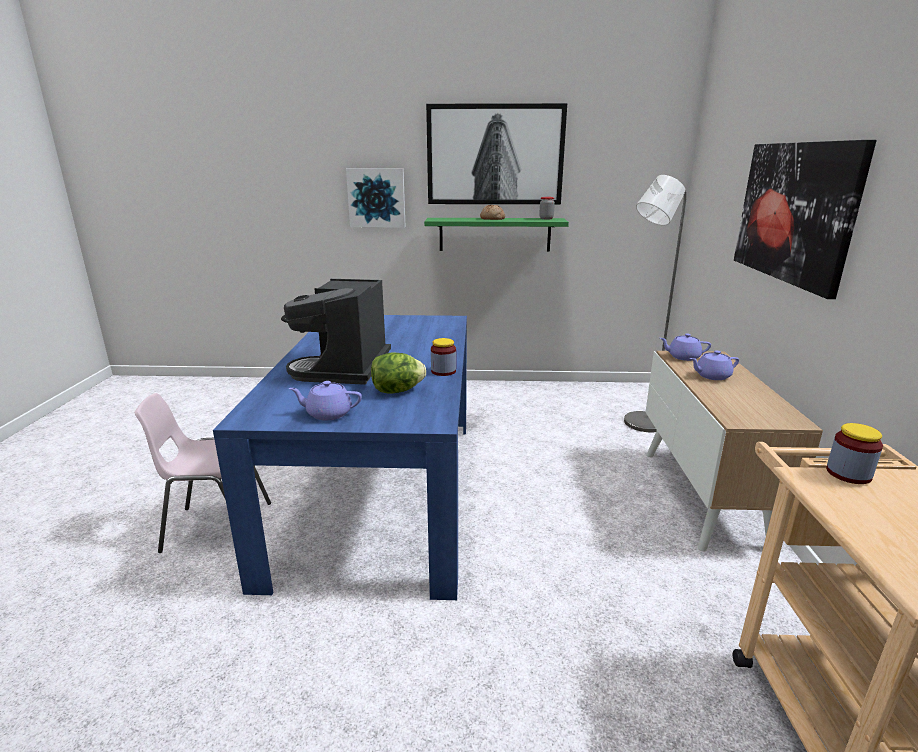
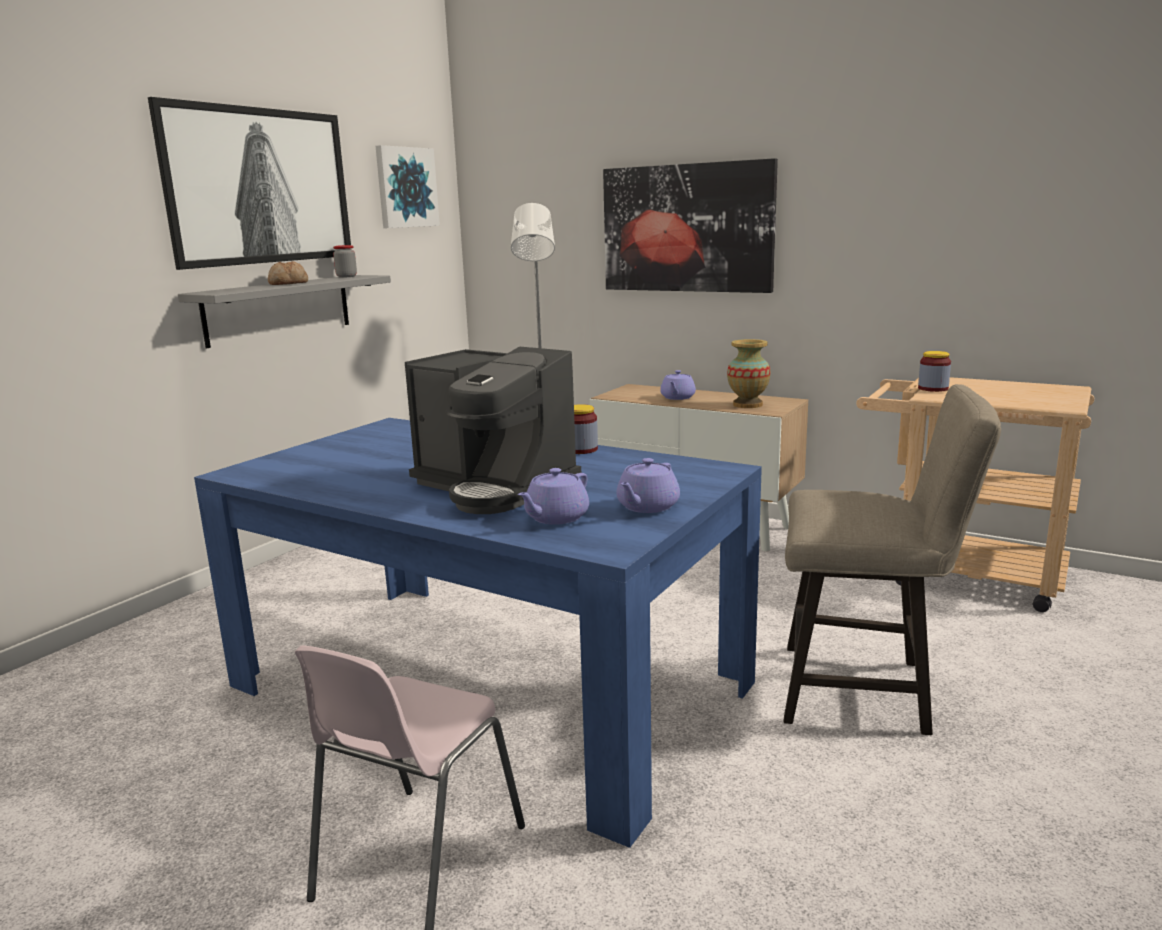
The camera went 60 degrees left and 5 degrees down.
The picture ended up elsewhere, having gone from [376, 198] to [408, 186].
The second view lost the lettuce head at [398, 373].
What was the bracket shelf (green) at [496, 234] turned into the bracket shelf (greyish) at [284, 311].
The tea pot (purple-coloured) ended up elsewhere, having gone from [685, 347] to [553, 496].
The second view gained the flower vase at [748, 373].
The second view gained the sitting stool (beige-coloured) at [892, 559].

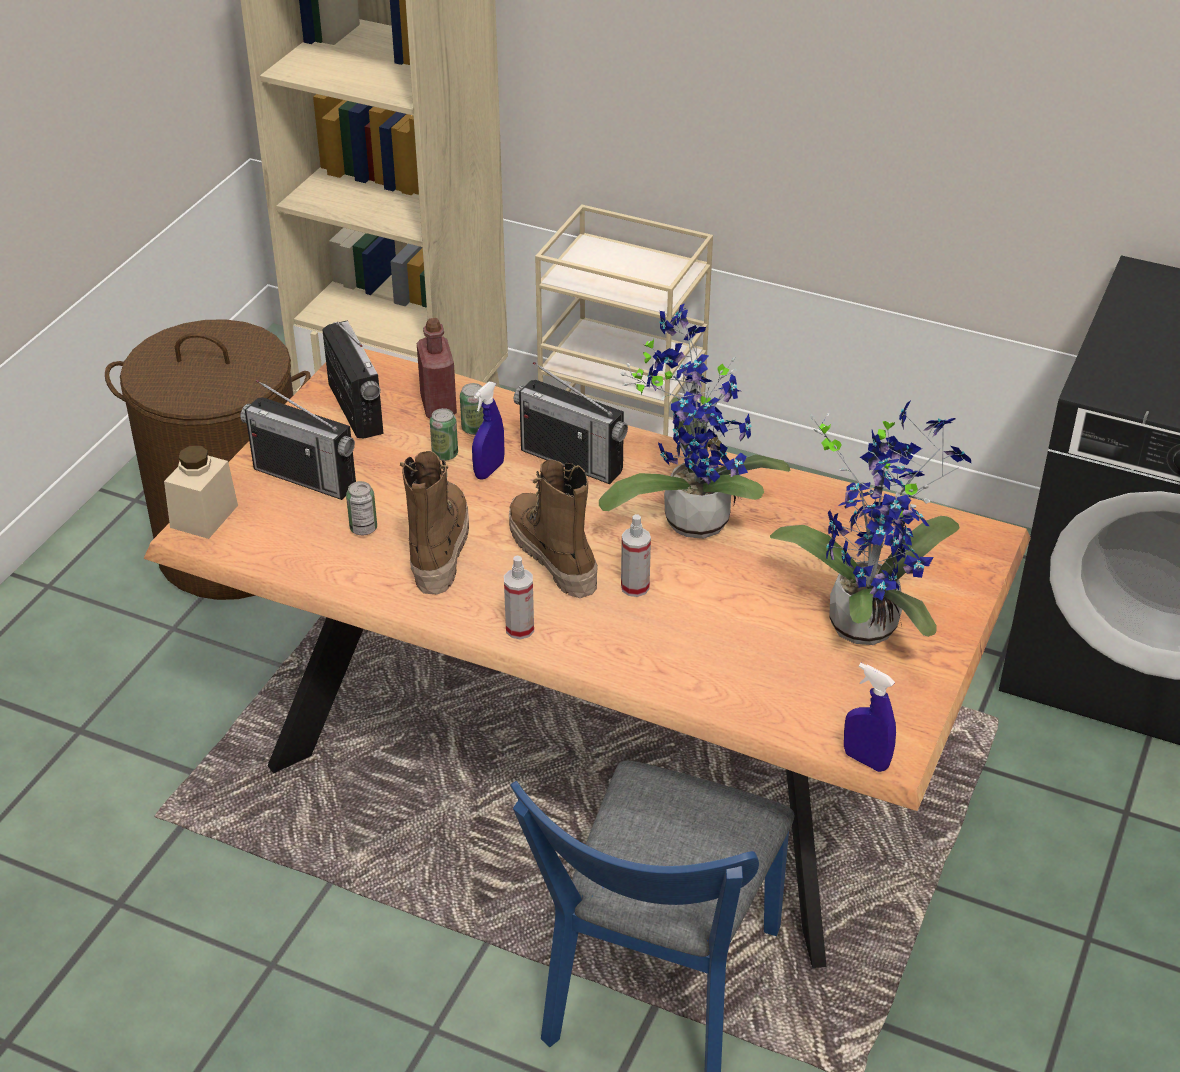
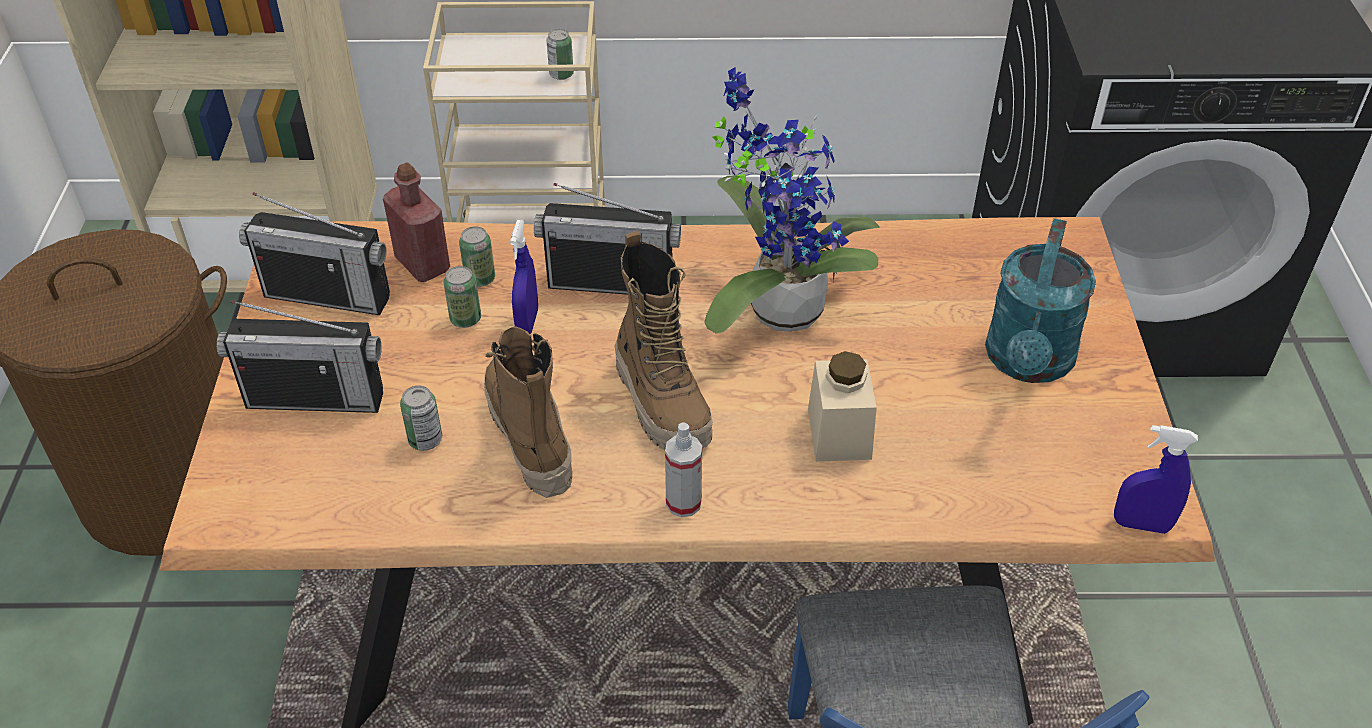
The camera went 25 degrees left and 5 degrees up.
The preserve jar (beige-coloured) ended up elsewhere, having gone from [201, 492] to [842, 406].
The radio receiver at [353, 379] ended up facing another way, 150 degrees clockwise from before.
The boot at [553, 528] ended up facing another way, 150 degrees counterclockwise from before.
The second view lost the spray bottle at [636, 555].
Where the potted plant stood at [870, 523], the watering pot (turquoise-coloured) came to stand at [1040, 300].
The second view gained the metal can at [560, 54].

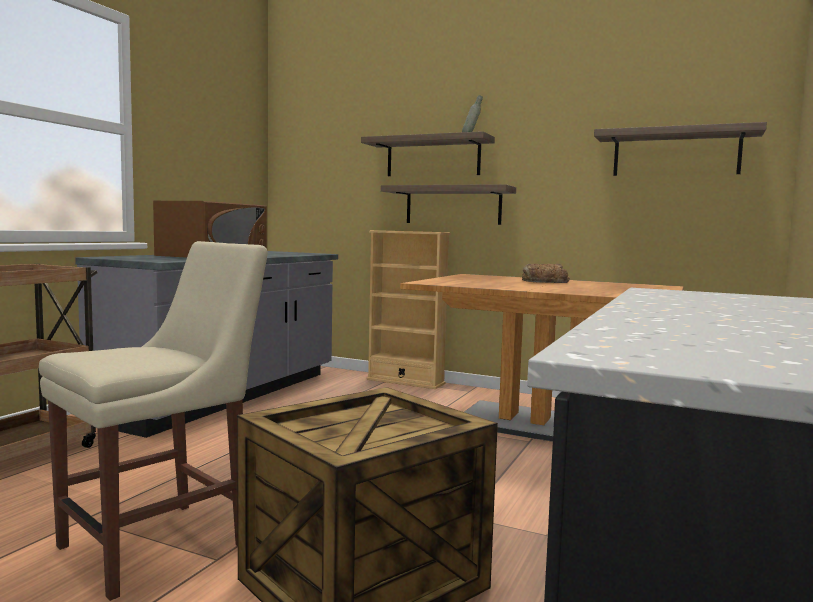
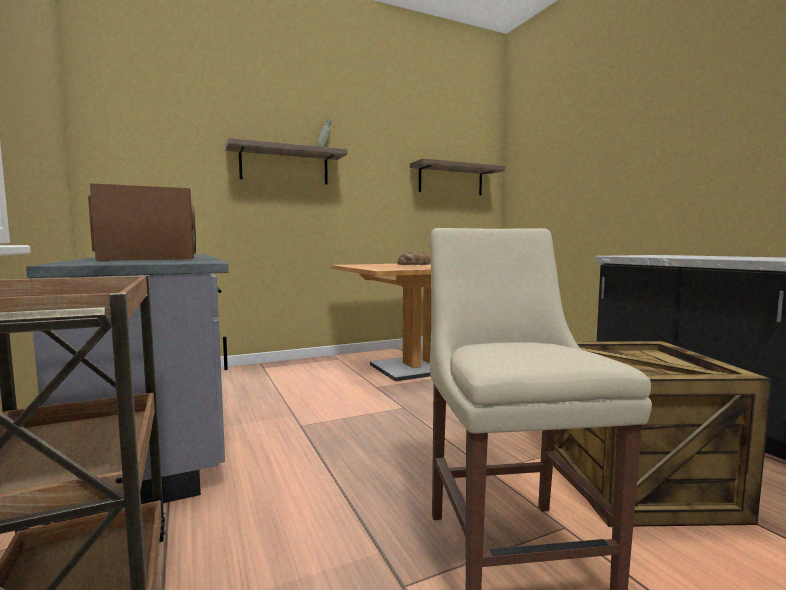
The camera went 50 degrees left and 0 degrees up.
The second view lost the bookcase (beige-coloured) at [408, 309].
The second view lost the bracket shelf at [448, 204].

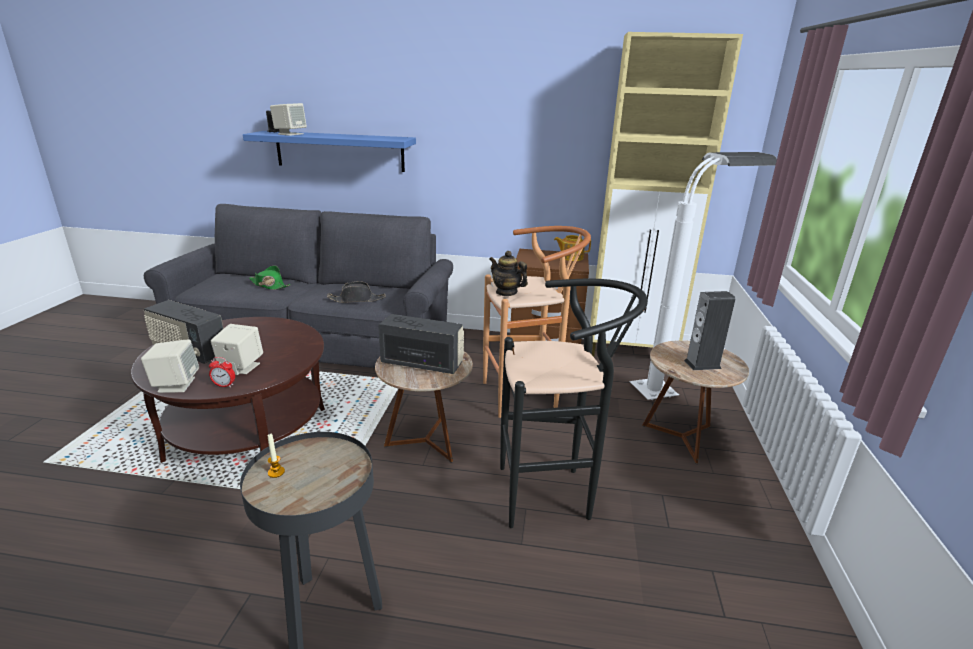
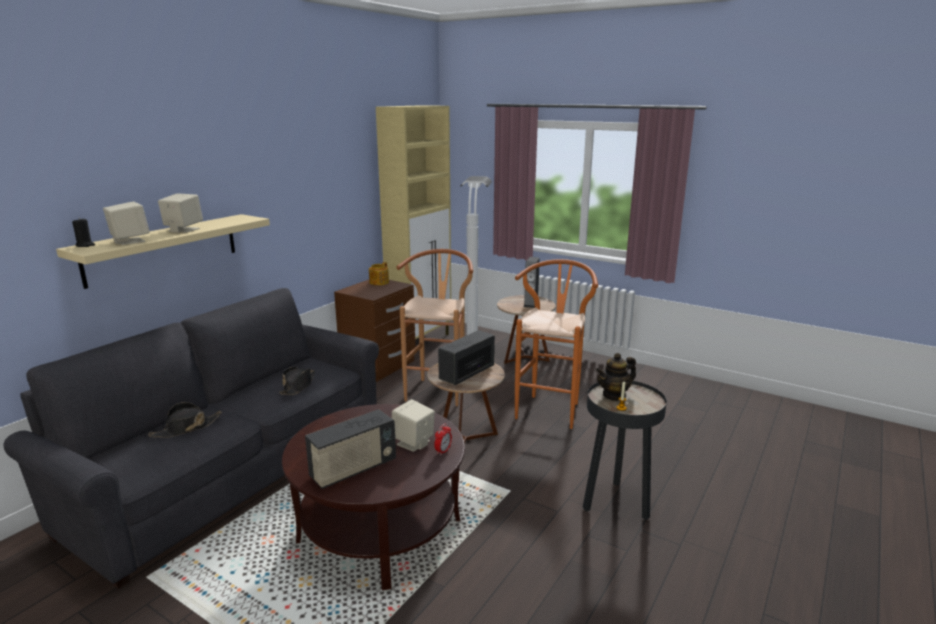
The camera went 65 degrees left and 5 degrees down.
The speaker (beige-coloured) ended up elsewhere, having gone from [170, 366] to [180, 213].
What was the bracket shelf (bluish) at [329, 151] turned into the bracket shelf (beige-coloured) at [163, 251].
What was the wearable hat (green) at [270, 277] turned into the wearable hat (blackish) at [185, 420].
The tea pot ended up elsewhere, having gone from [508, 273] to [616, 377].
What was the sitting stool (blackish) at [574, 403] turned into the sitting stool (orange-coloured) at [556, 344].

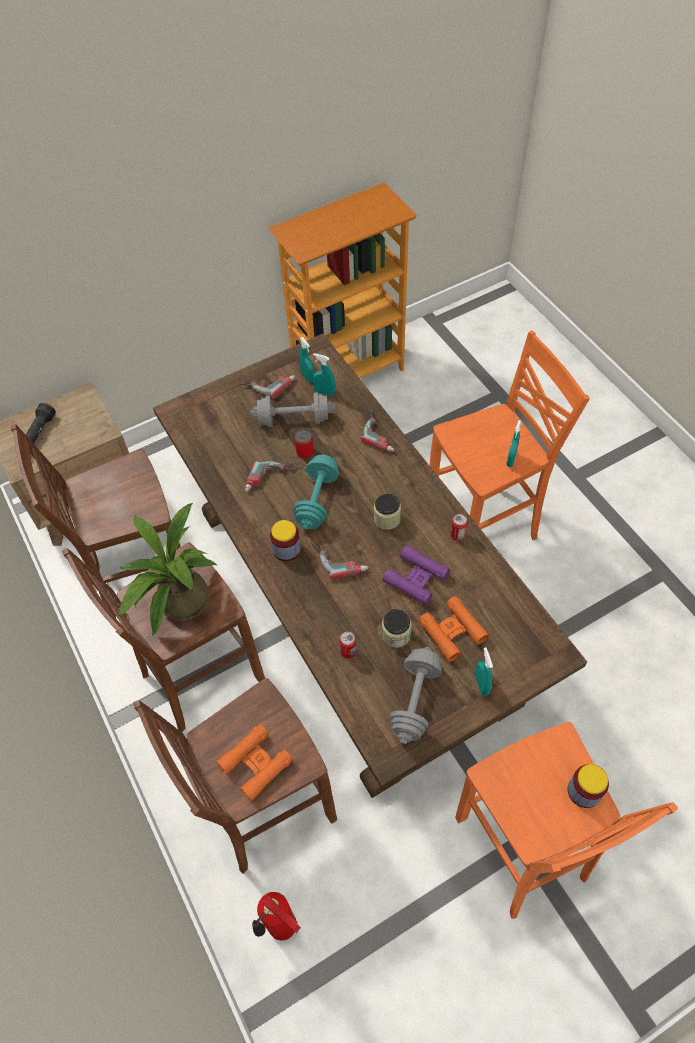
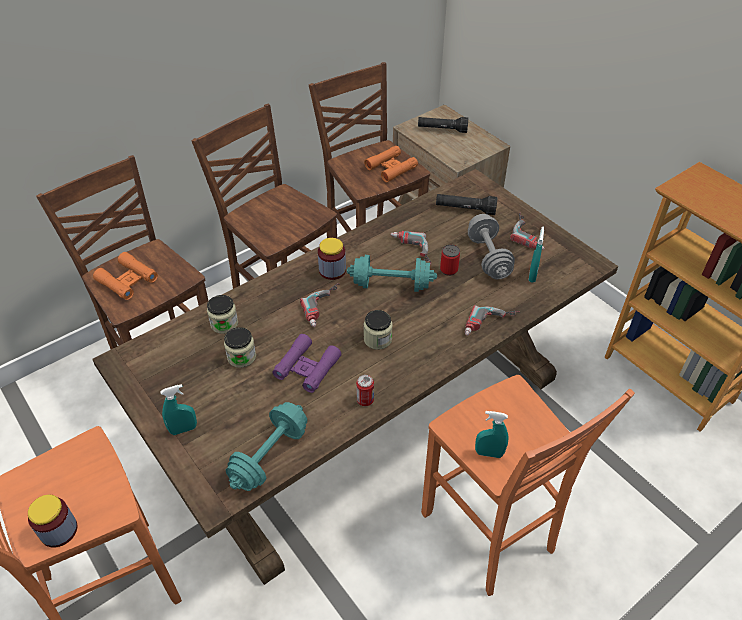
The camera went 80 degrees right and 10 degrees down.
The second view lost the potted plant at [166, 569].
The second view lost the fire extinguisher at [276, 916].
The second view lost the spray bottle (turquoise-coloured) at [307, 360].
Where the metal can stood at [348, 645], the preserve jar came to stand at [222, 314].
The second view lost the hand weight (greyish) at [415, 695].
The field glasses (orange-coloured) ended up elsewhere, having gone from [454, 629] to [391, 164].
The second view gained the hand weight (turquoise-coloured) at [266, 446].
The second view gained the flashlight (blackish) at [467, 204].

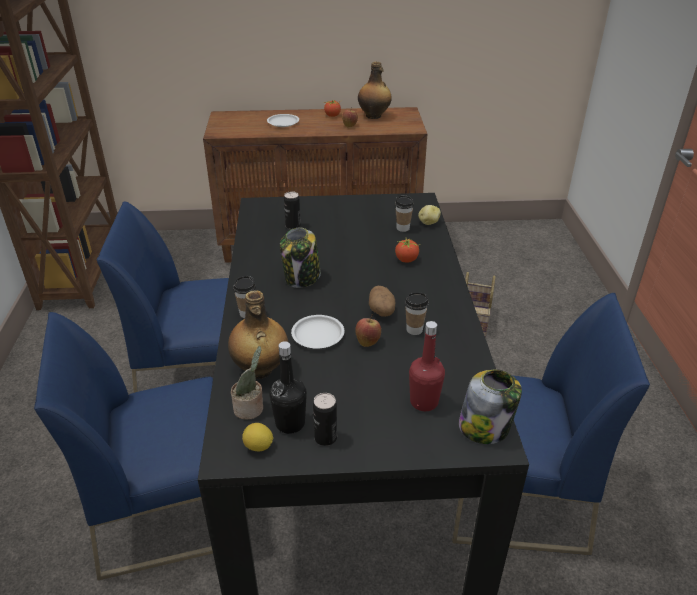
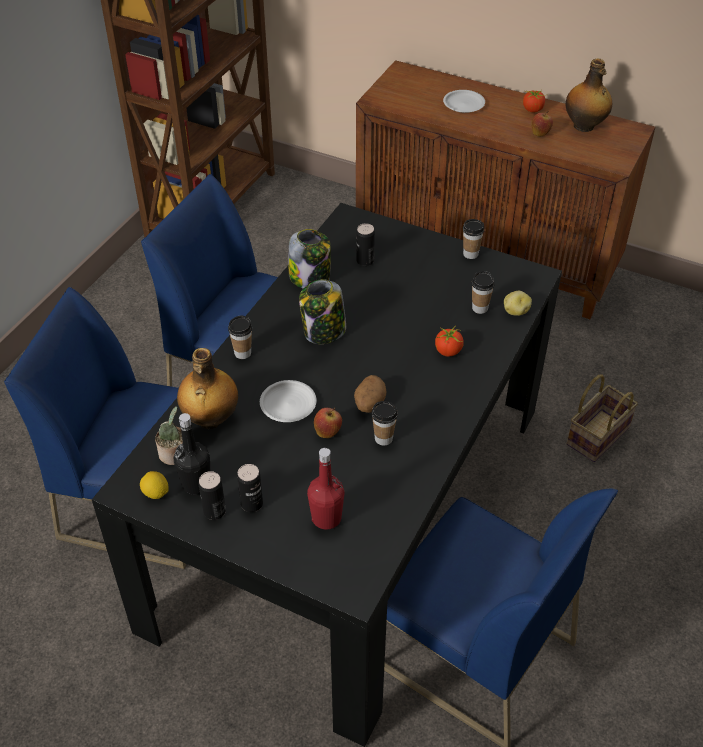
The camera went 30 degrees right and 10 degrees up.
The preserve jar ended up elsewhere, having gone from [490, 406] to [310, 259].
The second view gained the metal can at [250, 488].
The second view gained the cup at [474, 239].

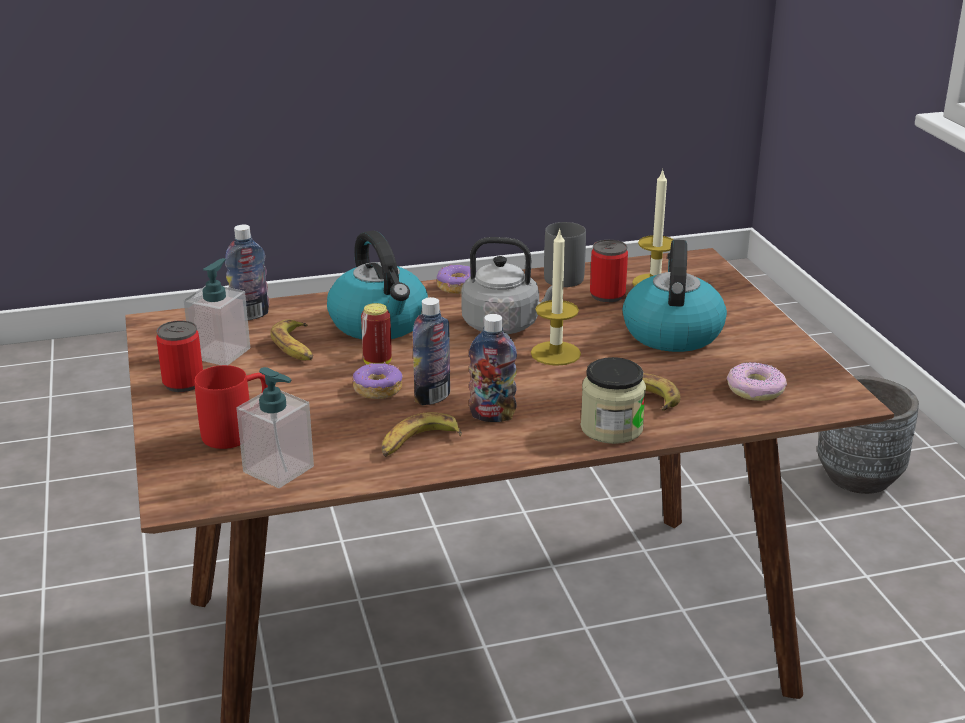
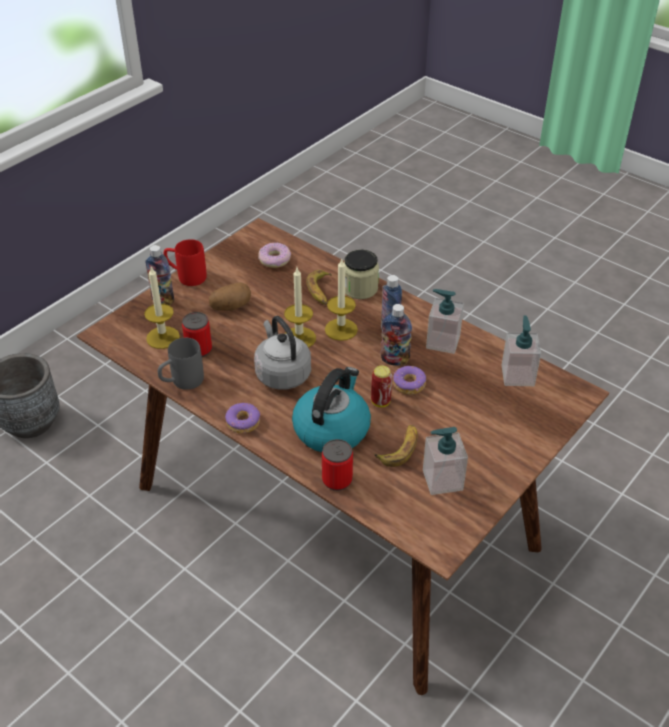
The camera went 125 degrees left and 15 degrees up.
The metal can ended up elsewhere, having gone from [179, 356] to [337, 465].
The coffee mug (red-coloured) ended up elsewhere, having gone from [231, 407] to [185, 262].
The drink bottle ended up elsewhere, having gone from [247, 272] to [159, 275].
Where the whole banana stood at [422, 434], the liquid soap bottle came to stand at [445, 321].
Where the water kettle stood at [675, 296], the potato came to stand at [230, 296].
The second view gained the wax candle at [341, 300].

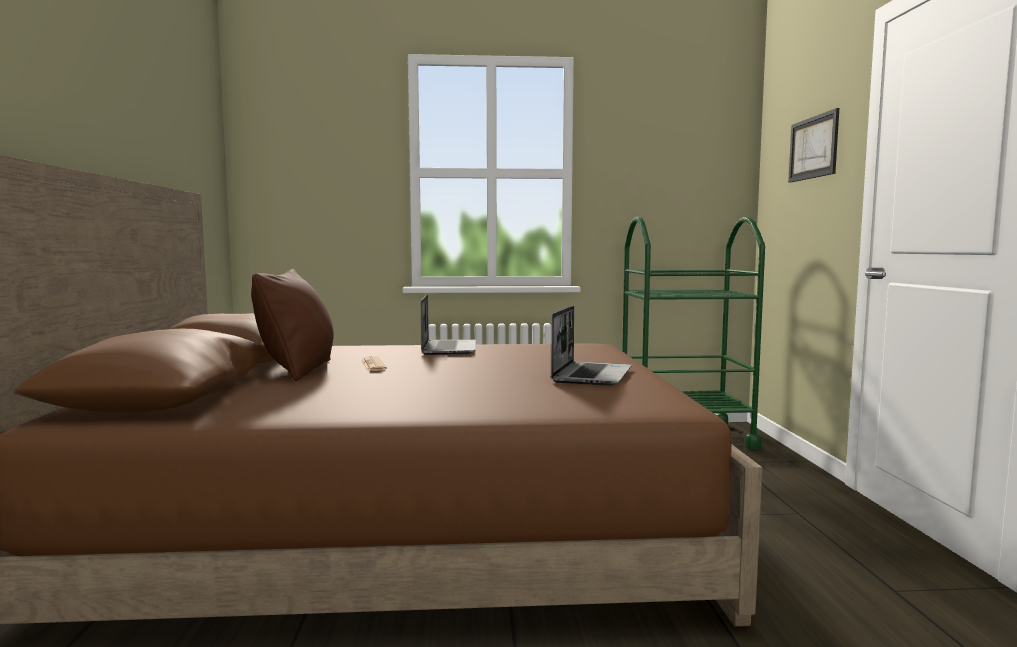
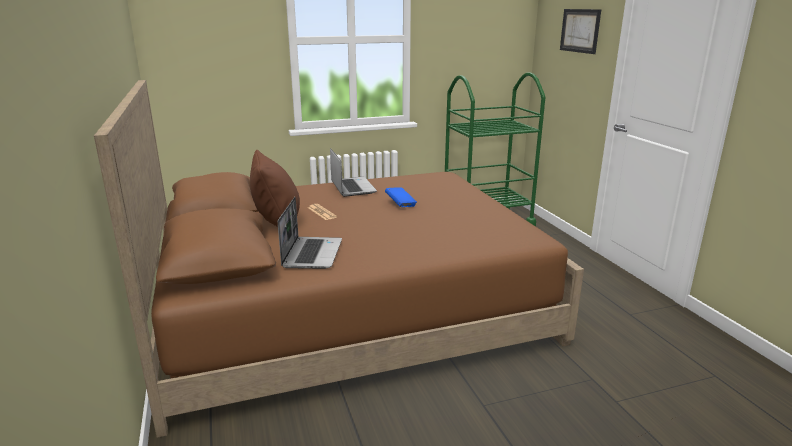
The camera went 15 degrees left and 15 degrees up.
The notebook computer ended up elsewhere, having gone from [591, 346] to [310, 233].
The second view gained the volume (bluish) at [401, 197].

